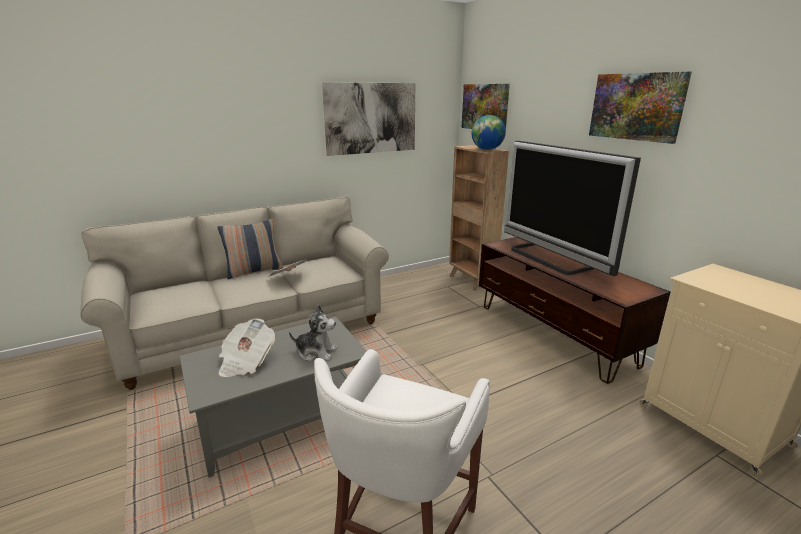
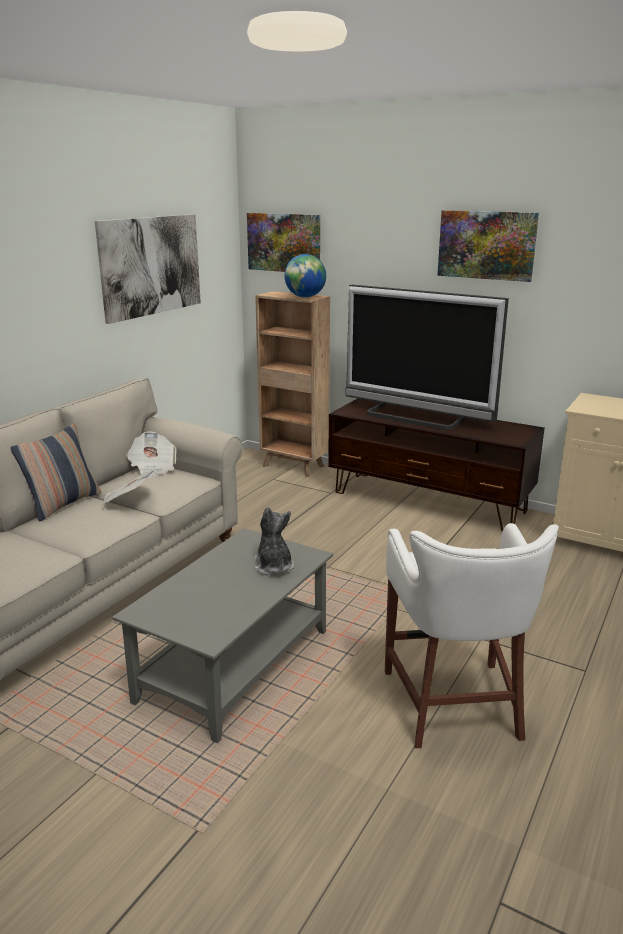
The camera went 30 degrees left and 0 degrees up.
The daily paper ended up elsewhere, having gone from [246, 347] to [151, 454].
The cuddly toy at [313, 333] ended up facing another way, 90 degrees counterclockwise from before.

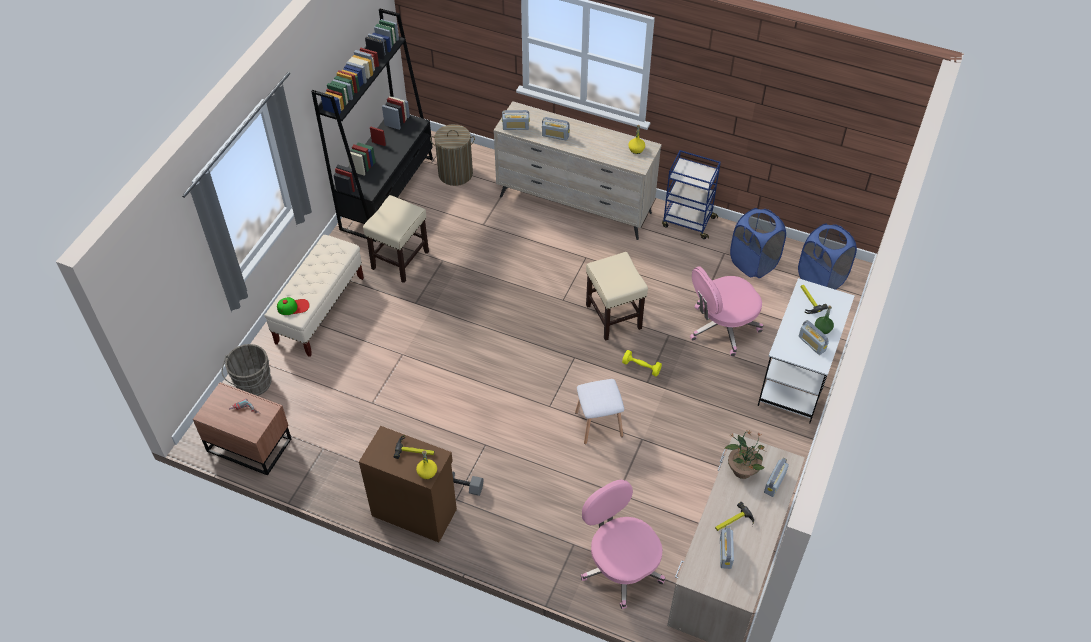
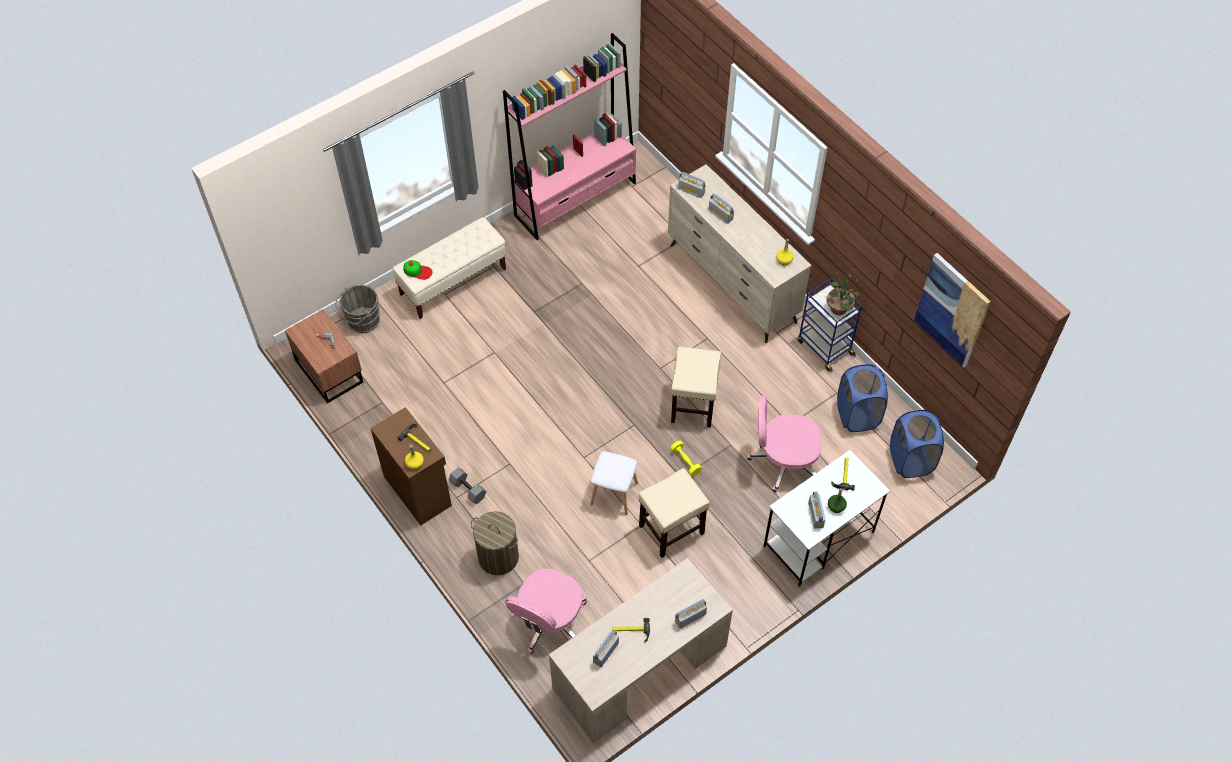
The camera went 30 degrees right and 5 degrees up.
What was the bookcase (blackish) at [372, 125] turned into the bookcase (pink) at [569, 136].
The sitting stool (beige-coloured) ended up elsewhere, having gone from [396, 239] to [674, 513].
The hamper ended up elsewhere, having gone from [452, 155] to [495, 543].
The computer chair (pink) at [623, 544] ended up facing another way, 150 degrees counterclockwise from before.
The potted plant ended up elsewhere, having gone from [744, 454] to [843, 293].
The second view gained the picture at [952, 310].

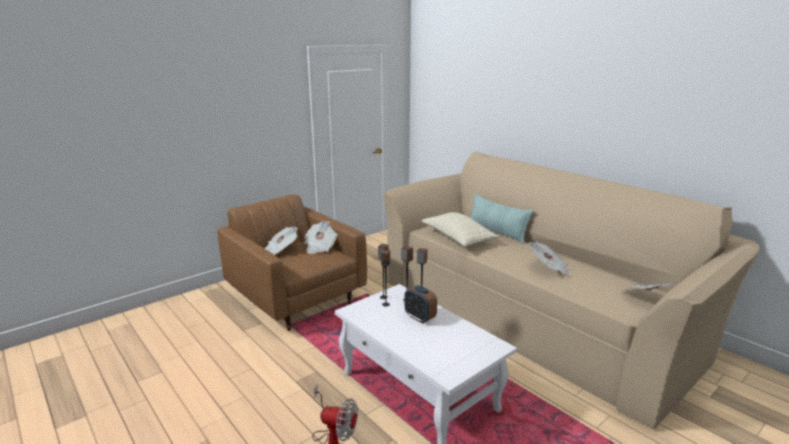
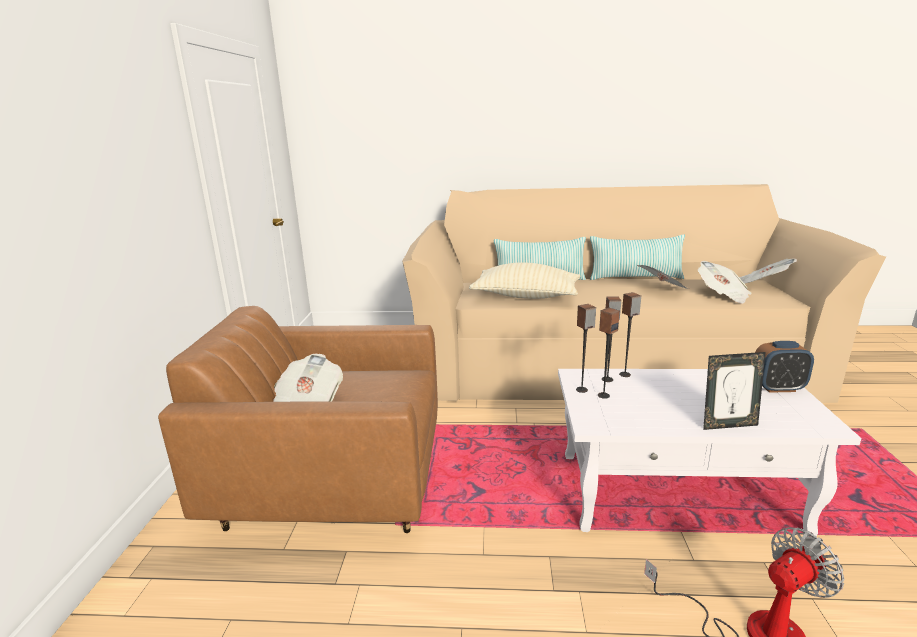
The camera went 45 degrees left and 0 degrees up.
The daily paper ended up elsewhere, having gone from [321, 237] to [724, 282].
The bedside clock ended up elsewhere, having gone from [420, 304] to [784, 367].
The second view gained the pillow at [637, 257].
The second view gained the picture frame at [734, 391].

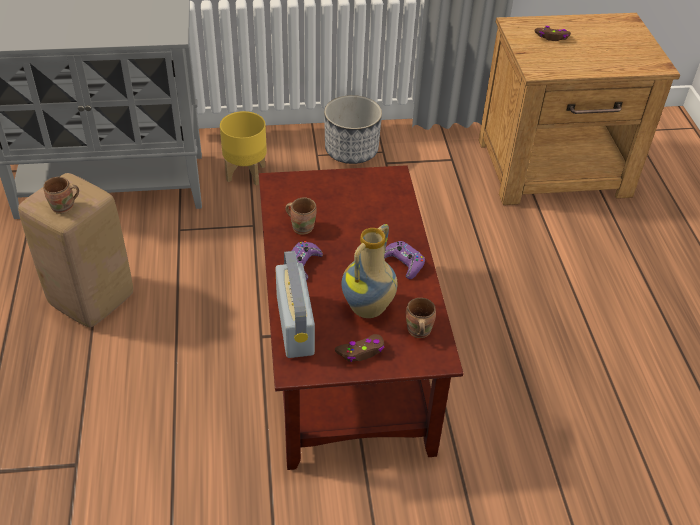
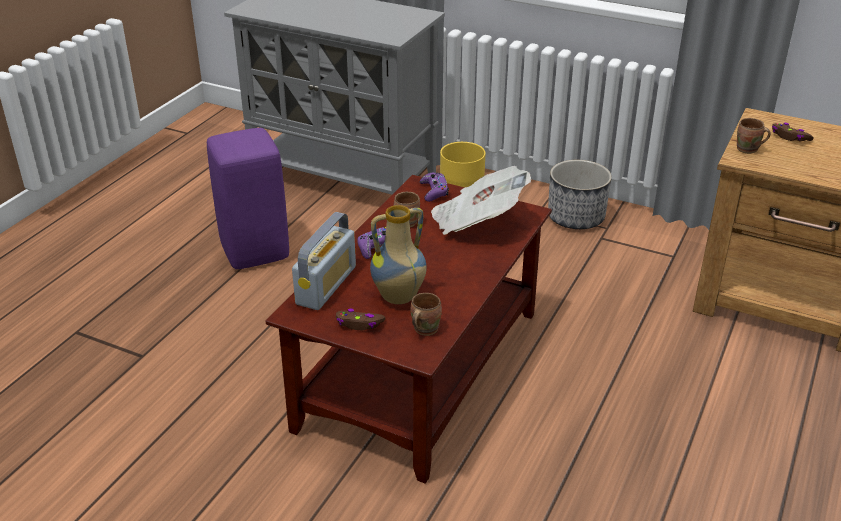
The camera went 35 degrees right and 10 degrees down.
What was the sitting stool (beige-coloured) at [75, 250] turned into the sitting stool (purple-coloured) at [248, 198].
The coffee mug (brown) ended up elsewhere, having gone from [61, 195] to [754, 136].
The gamepad (purple-coloured) ended up elsewhere, having gone from [404, 260] to [434, 187].
The second view gained the daily paper at [481, 200].

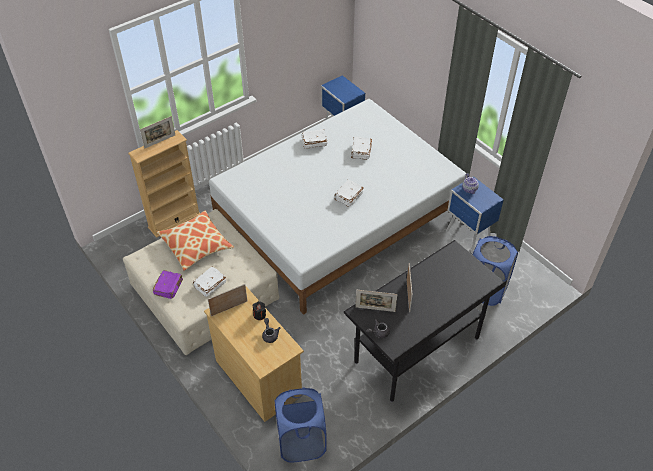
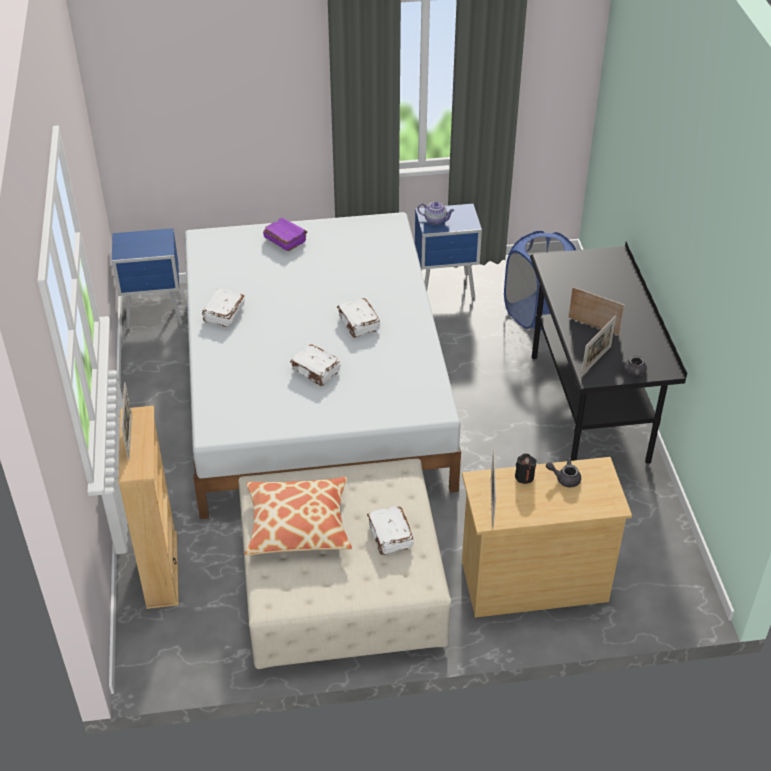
The camera went 60 degrees left and 5 degrees down.
The volume (purple-coloured) ended up elsewhere, having gone from [168, 284] to [285, 234].
The second view lost the hamper (bluish) at [301, 425].
The volume (whitish) ended up elsewhere, having gone from [361, 148] to [315, 365].

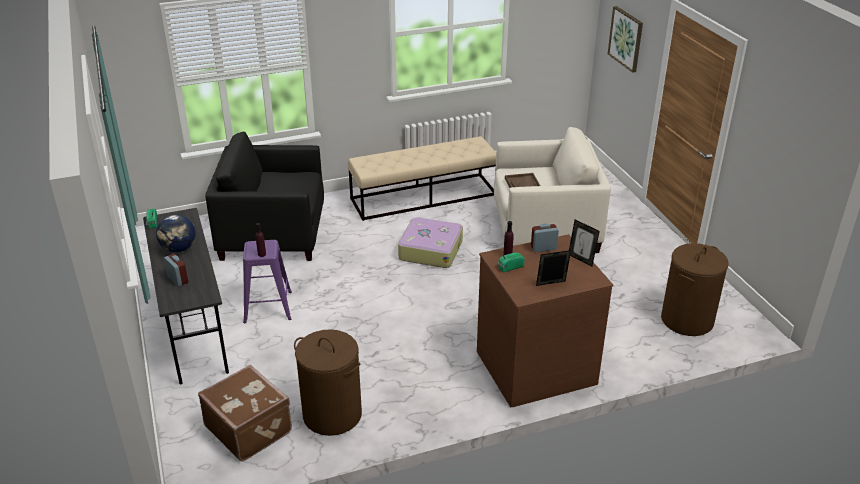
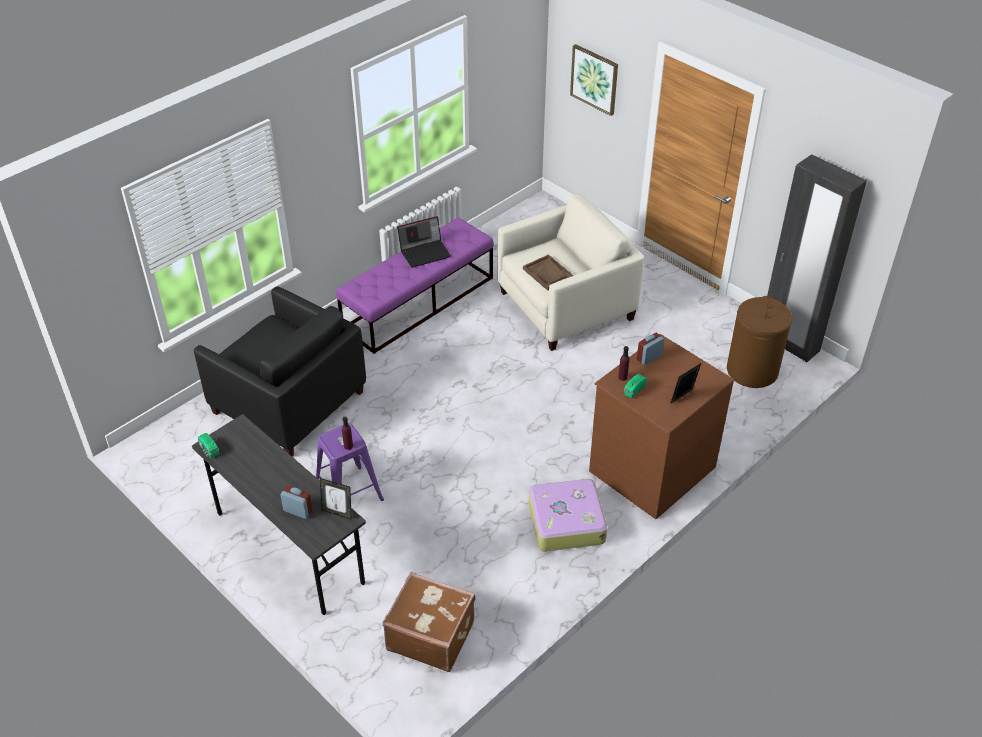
The camera went 25 degrees left and 10 degrees up.
The second view lost the desk globe at [176, 234].
The lounge chair (blackish) at [264, 196] ended up facing another way, 120 degrees counterclockwise from before.
The second view lost the hamper (brown) at [328, 382].
What was the indoor bench (beige-coloured) at [422, 178] turned into the indoor bench (purple-coloured) at [415, 286].
The travel case ended up elsewhere, having gone from [430, 242] to [567, 515].
The picture frame ended up elsewhere, having gone from [584, 243] to [336, 499].
The second view gained the notebook computer at [424, 242].
The second view gained the clothes cupboard (blackish) at [817, 258].

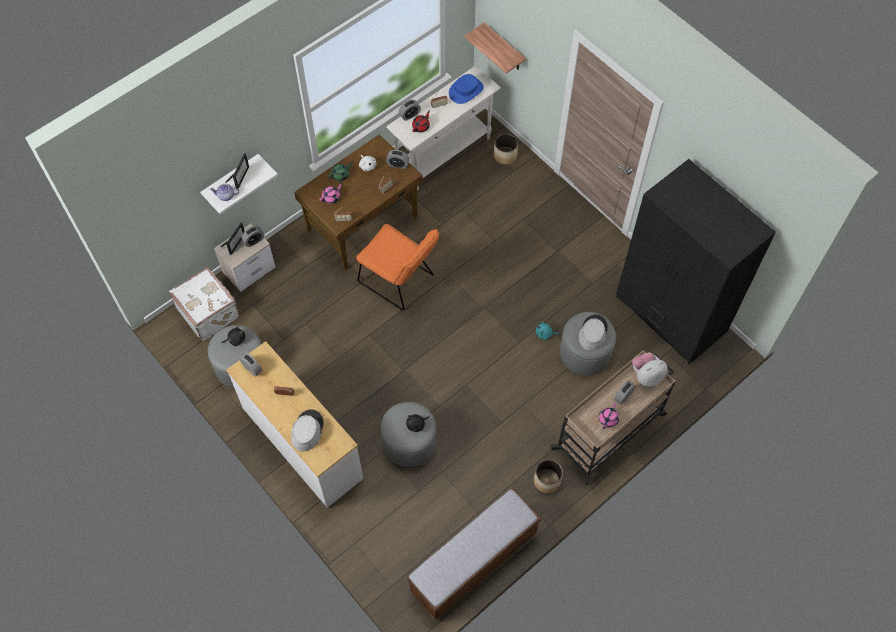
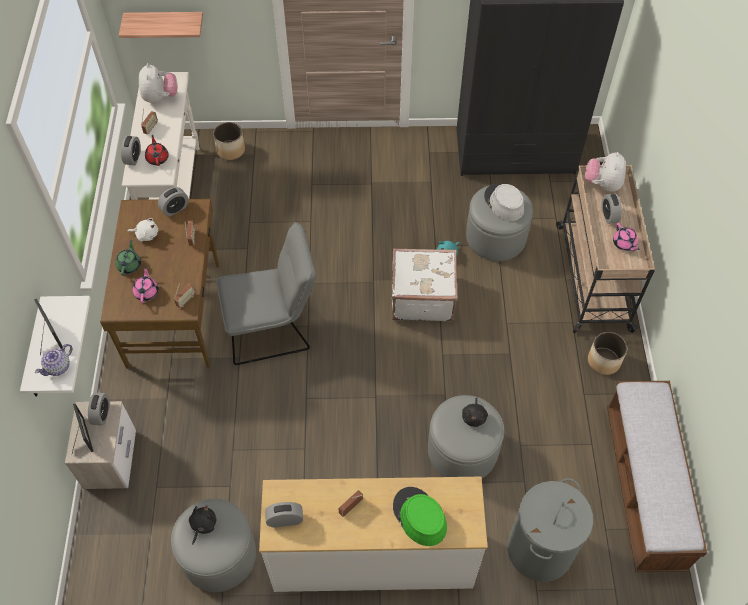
The camera went 50 degrees left and 5 degrees down.
The travel case (whitish) ended up elsewhere, having gone from [204, 304] to [425, 285].
What was the wearable hat (greyish) at [307, 430] turned into the wearable hat (green) at [420, 516].
What was the chair (orange-coloured) at [397, 267] turned into the chair (greyish) at [266, 293].
Where the wearable hat (bluish) stood at [466, 89], the cuddly toy came to stand at [158, 83].
The second view gained the hamper (greyish) at [550, 530].

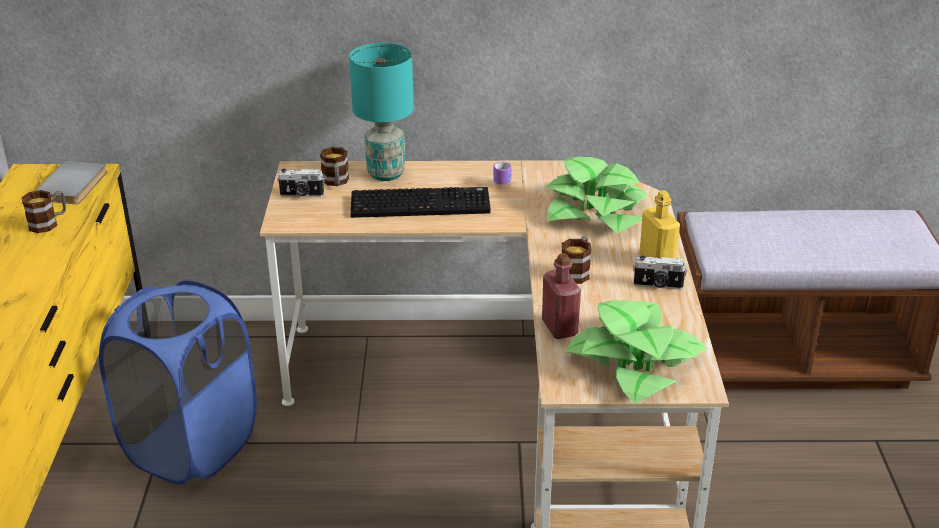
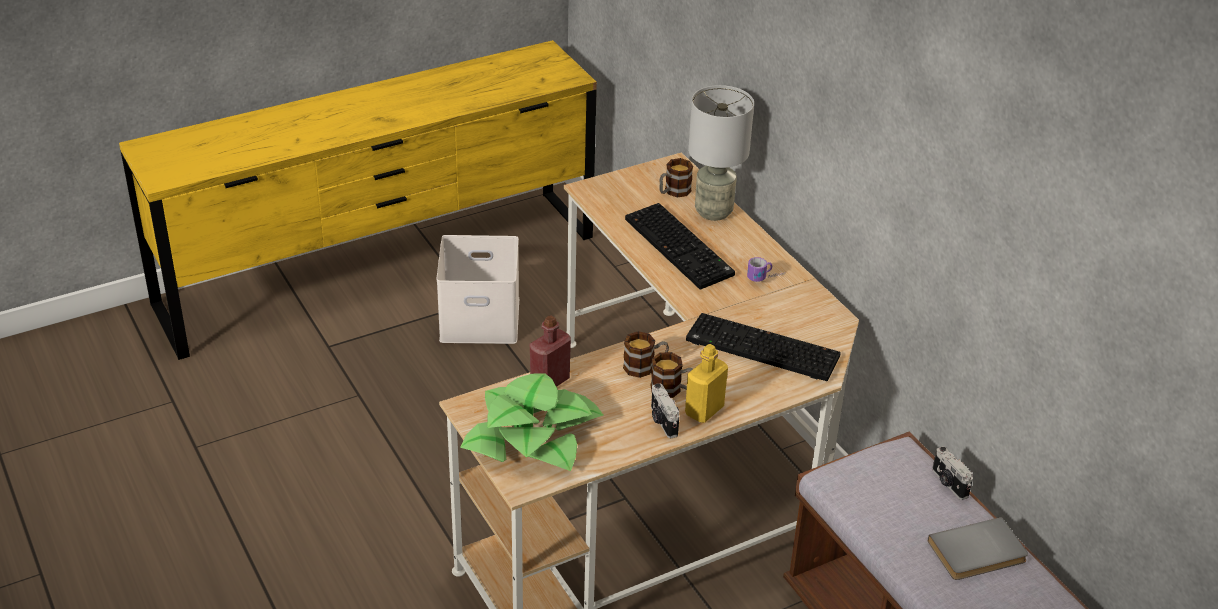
The camera went 60 degrees right and 5 degrees up.
The coffee mug ended up elsewhere, having gone from [44, 211] to [671, 375].
The volume (greyish) ended up elsewhere, having gone from [71, 182] to [978, 548].
Where the hamper (bluish) stood at [178, 382], the storage bin (whitish) came to stand at [477, 289].
The still camera ended up elsewhere, having gone from [301, 183] to [952, 473].
What was the lamp for a table (turquoise-coloured) at [381, 112] turned into the lamp for a table (greyish) at [721, 153].
Where the potted plant stood at [597, 195], the keyboard came to stand at [763, 347].

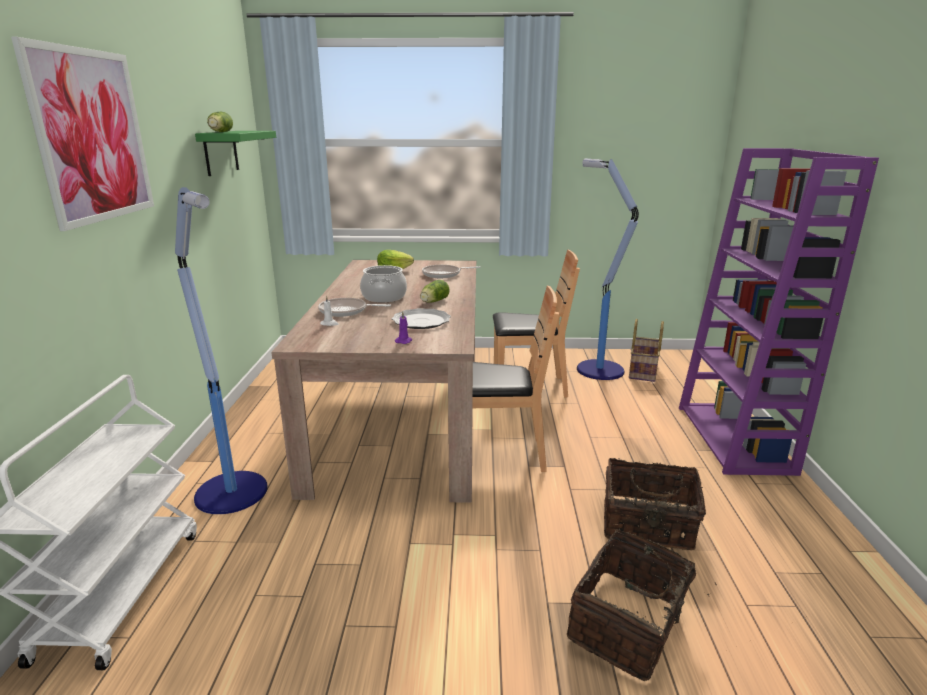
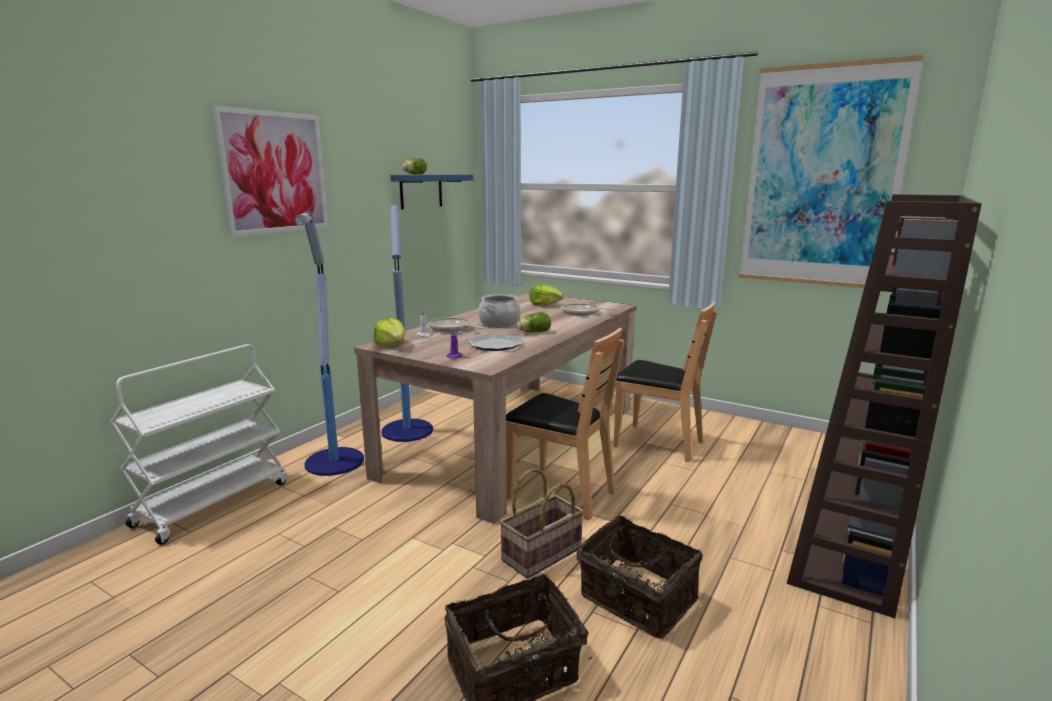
The camera went 30 degrees right and 5 degrees down.
What was the bracket shelf (green) at [235, 153] turned into the bracket shelf (bluish) at [431, 192].
The floor lamp ended up elsewhere, having gone from [608, 269] to [407, 323].
The storage basket ended up elsewhere, having gone from [646, 350] to [542, 524].
What was the bookcase (purple-coloured) at [779, 312] turned into the bookcase (brown) at [884, 406].
The second view gained the lettuce head at [389, 332].
The second view gained the picture at [831, 171].

